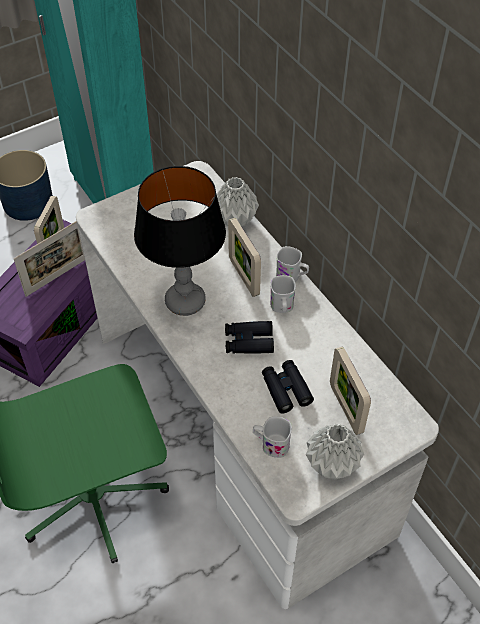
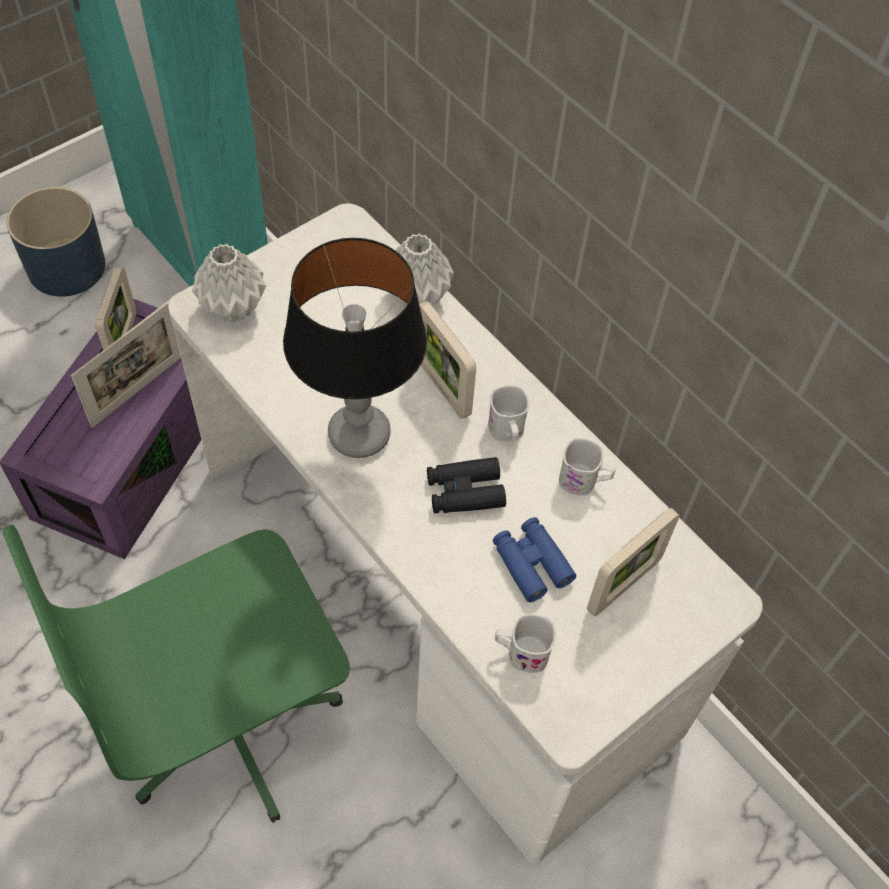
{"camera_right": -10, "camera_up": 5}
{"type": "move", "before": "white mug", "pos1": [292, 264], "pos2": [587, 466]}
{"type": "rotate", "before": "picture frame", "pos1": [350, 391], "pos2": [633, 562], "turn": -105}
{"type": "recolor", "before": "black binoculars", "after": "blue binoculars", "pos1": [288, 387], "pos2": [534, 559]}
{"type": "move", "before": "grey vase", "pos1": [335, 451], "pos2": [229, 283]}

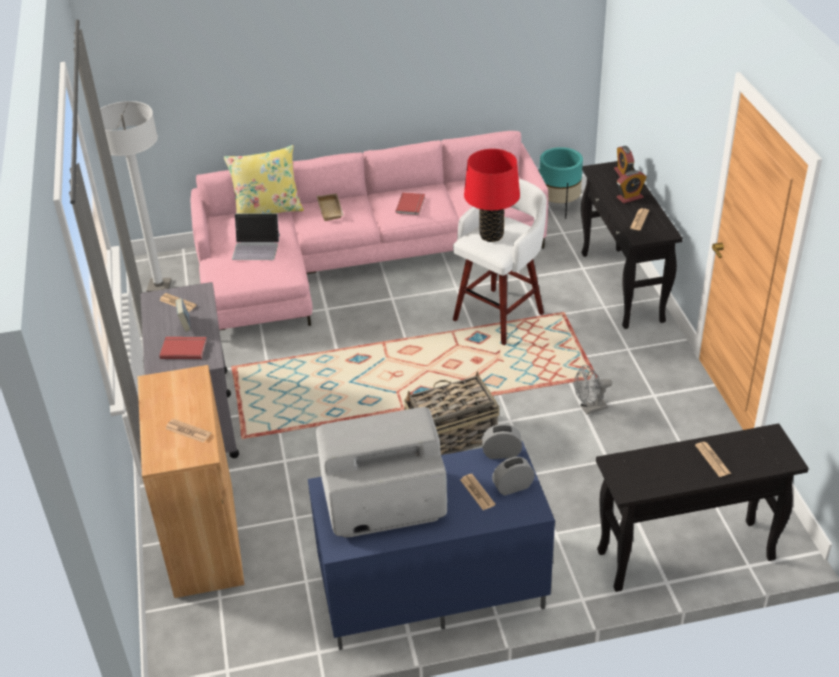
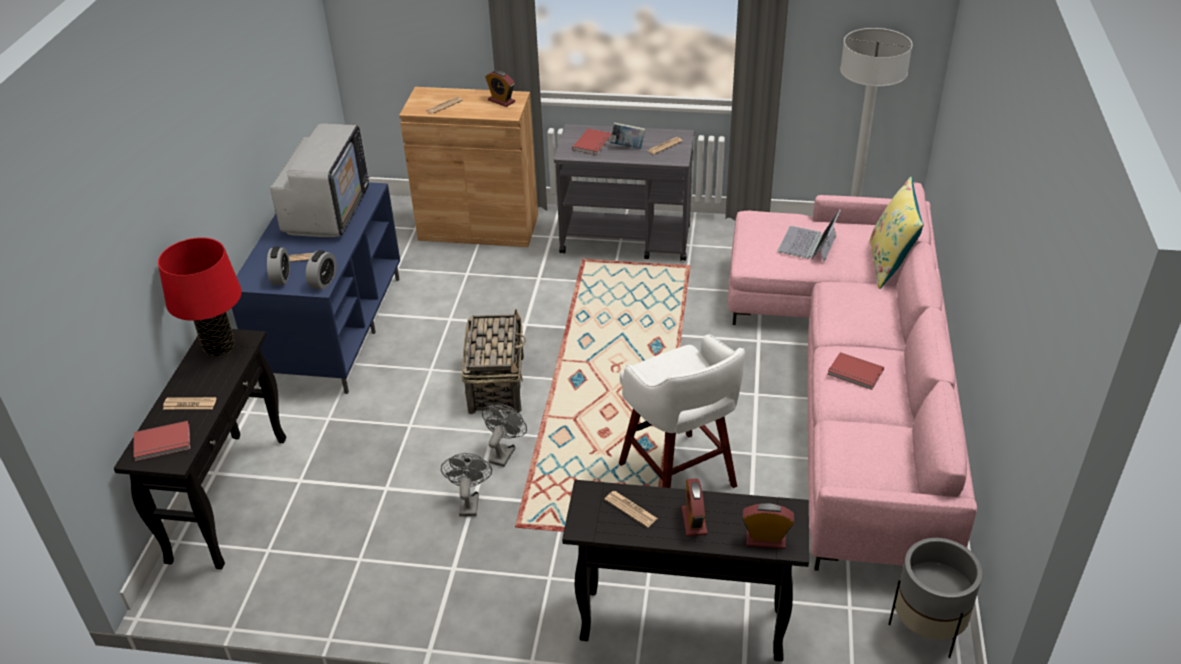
{"camera_right": 110, "camera_up": 0}
{"type": "recolor", "before": "turquoise planter", "after": "grey planter", "pos1": [561, 183], "pos2": [935, 598]}
{"type": "move", "before": "red table lamp", "pos1": [492, 195], "pos2": [200, 296]}
{"type": "delete", "before": "beige tray", "pos1": [330, 207]}
{"type": "insert", "after": "alarm clock", "pos2": [500, 88]}
{"type": "insert", "after": "grey fan", "pos2": [504, 436]}
{"type": "insert", "after": "red book", "pos2": [162, 441]}

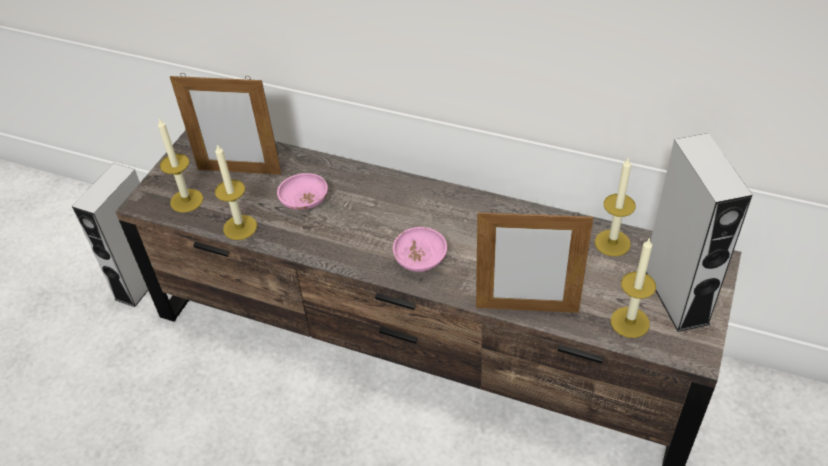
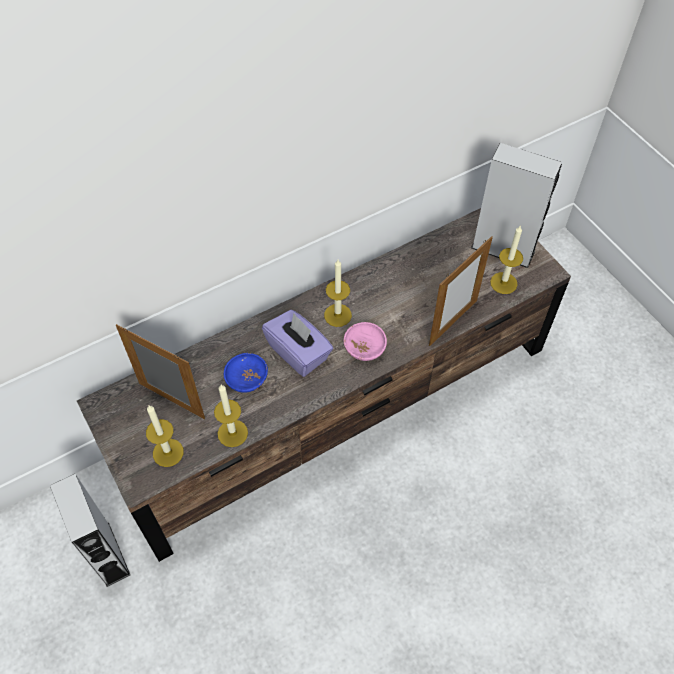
{"camera_right": -55, "camera_up": 10}
{"type": "rotate", "before": "picture frame", "pos1": [226, 124], "pos2": [160, 371], "turn": -105}
{"type": "move", "before": "candle", "pos1": [615, 206], "pos2": [338, 293]}
{"type": "recolor", "before": "pink bowl", "after": "blue bowl", "pos1": [302, 191], "pos2": [246, 373]}
{"type": "insert", "after": "purple tissue box", "pos2": [297, 343]}

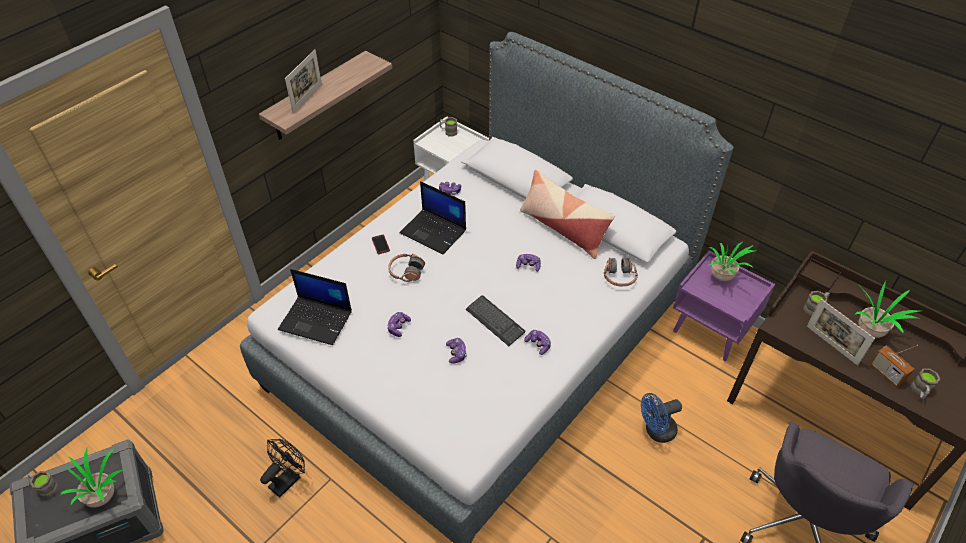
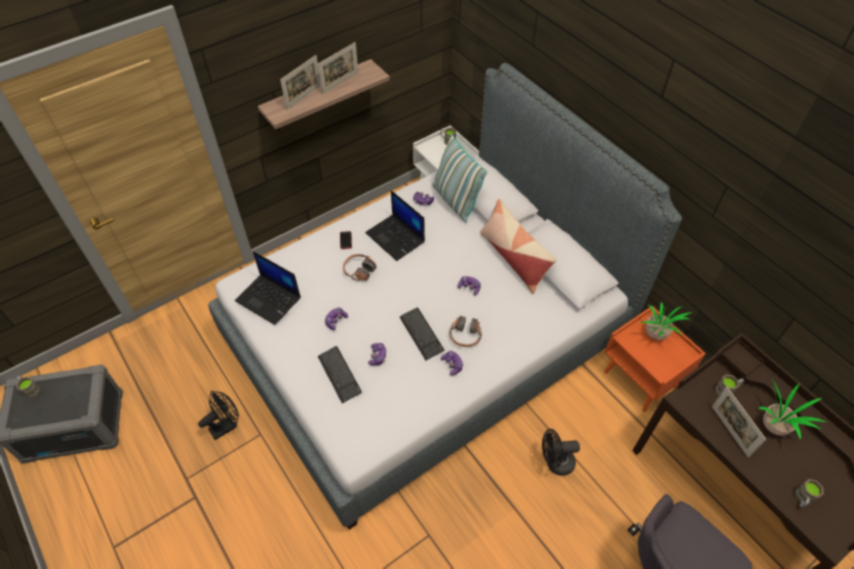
{"camera_right": 15, "camera_up": 5}
{"type": "recolor", "before": "purple nightstand", "after": "orange nightstand", "pos1": [724, 306], "pos2": [655, 359]}
{"type": "move", "before": "headphones", "pos1": [621, 271], "pos2": [465, 331]}
{"type": "delete", "before": "radio", "pos1": [894, 366]}
{"type": "recolor", "before": "blue fan", "after": "black fan", "pos1": [661, 418], "pos2": [561, 452]}
{"type": "delete", "before": "potted plant", "pos1": [91, 477]}
{"type": "insert", "after": "picture frame", "pos2": [338, 68]}
{"type": "insert", "after": "pillow", "pos2": [460, 178]}
{"type": "insert", "after": "keyboard", "pos2": [340, 375]}

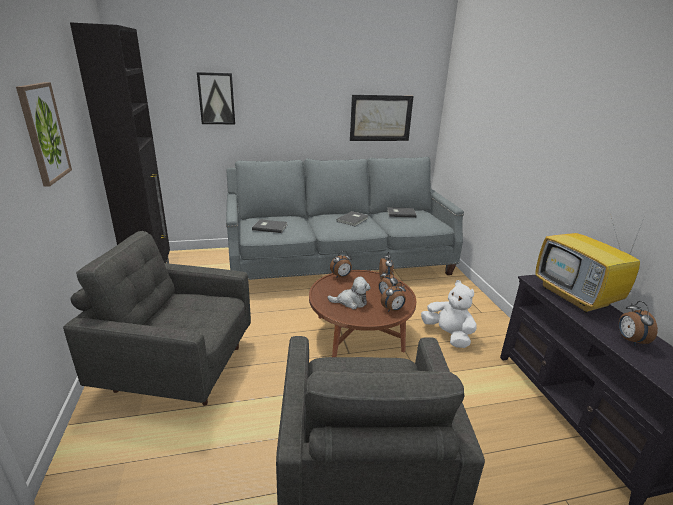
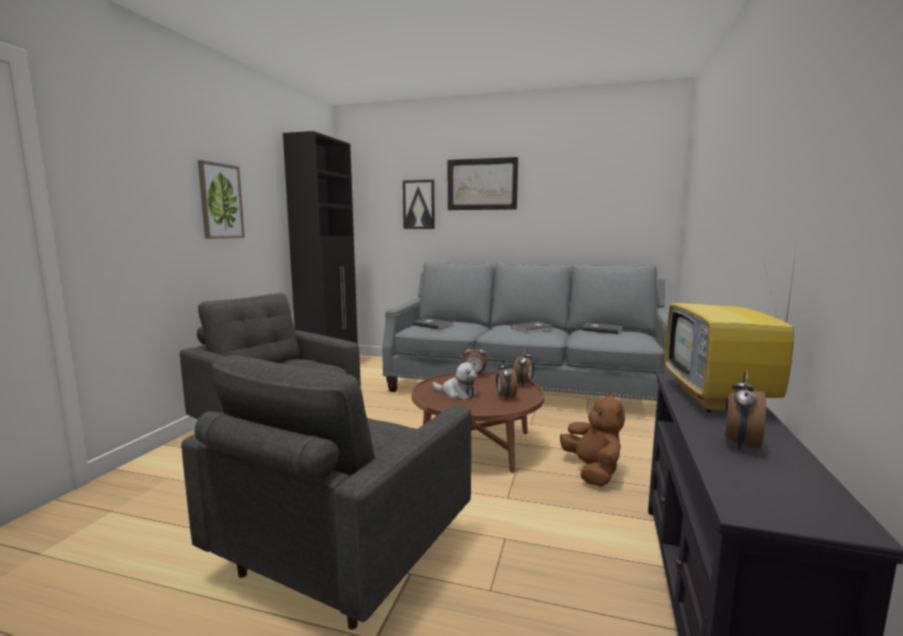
{"camera_right": 30, "camera_up": -15}
{"type": "move", "before": "picture", "pos1": [381, 118], "pos2": [483, 183]}
{"type": "recolor", "before": "white plush toy", "after": "brown plush toy", "pos1": [449, 314], "pos2": [592, 439]}
{"type": "delete", "before": "alarm clock", "pos1": [393, 297]}

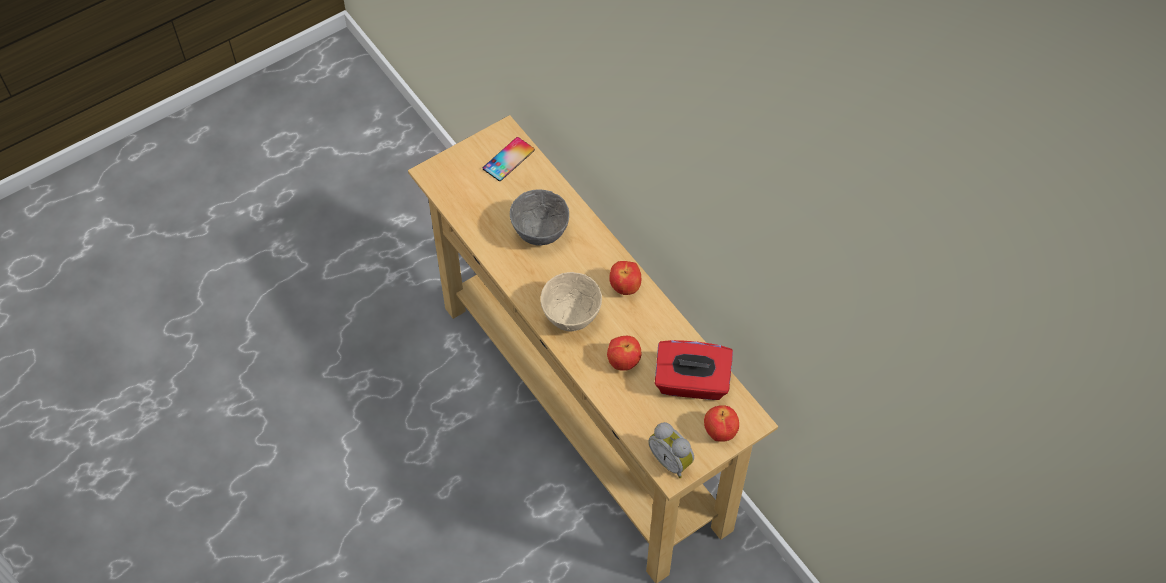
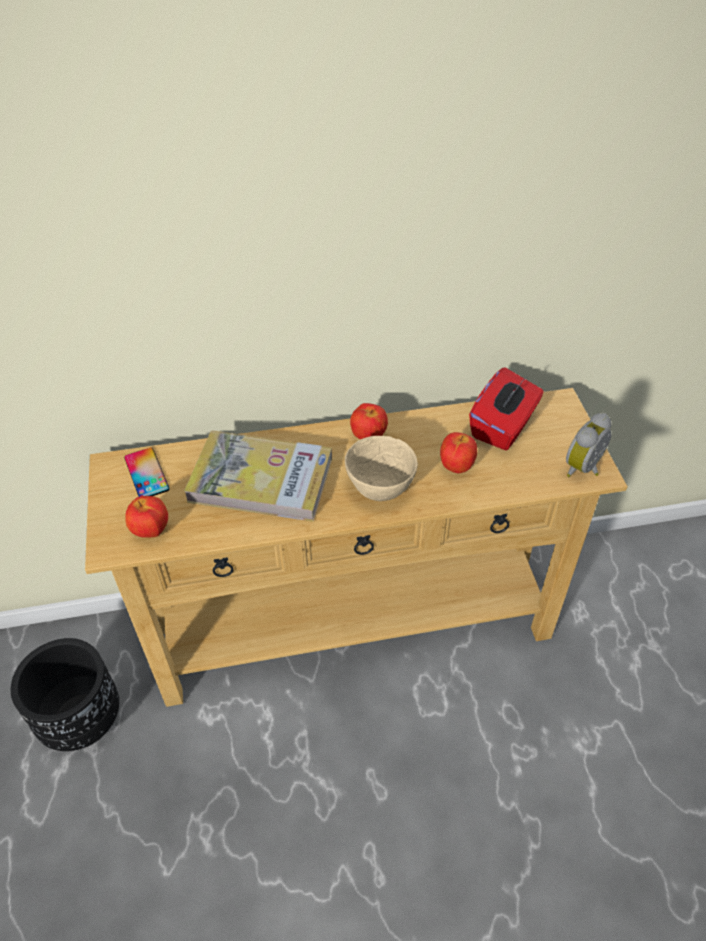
{"camera_right": -65, "camera_up": -10}
{"type": "replace", "before": "grey bowl", "after": "book", "pos1": [539, 217], "pos2": [258, 476]}
{"type": "move", "before": "apple", "pos1": [721, 423], "pos2": [146, 517]}
{"type": "rotate", "before": "alarm clock", "pos1": [671, 450], "pos2": [588, 445], "turn": 150}
{"type": "insert", "after": "black planter", "pos2": [65, 694]}

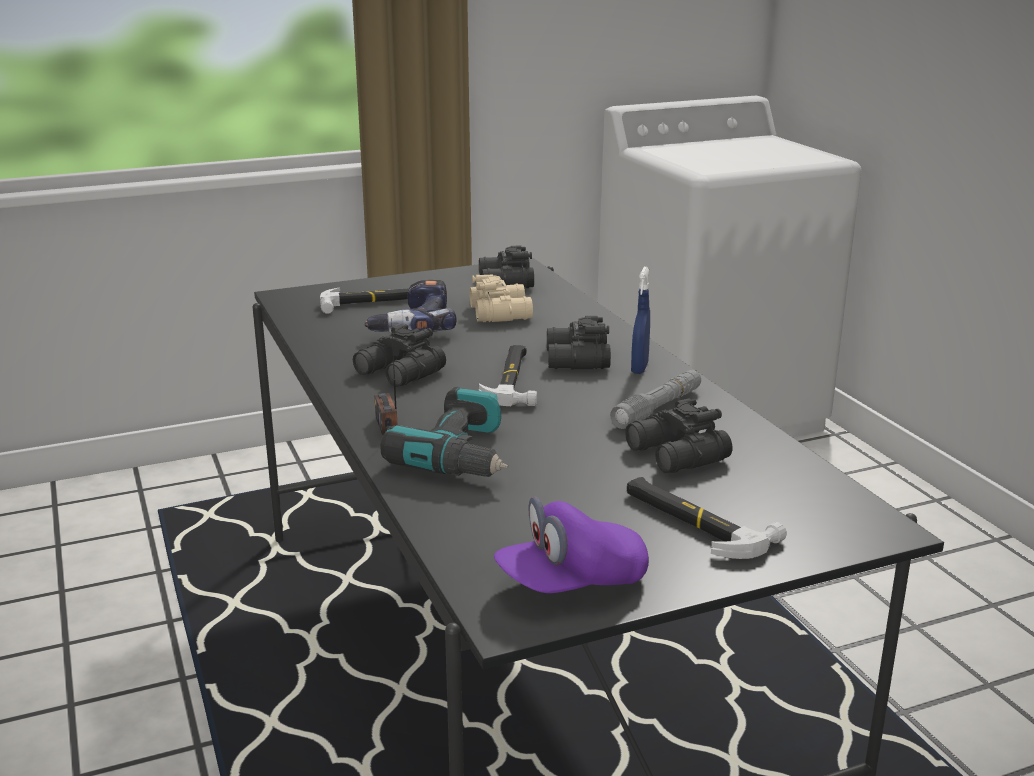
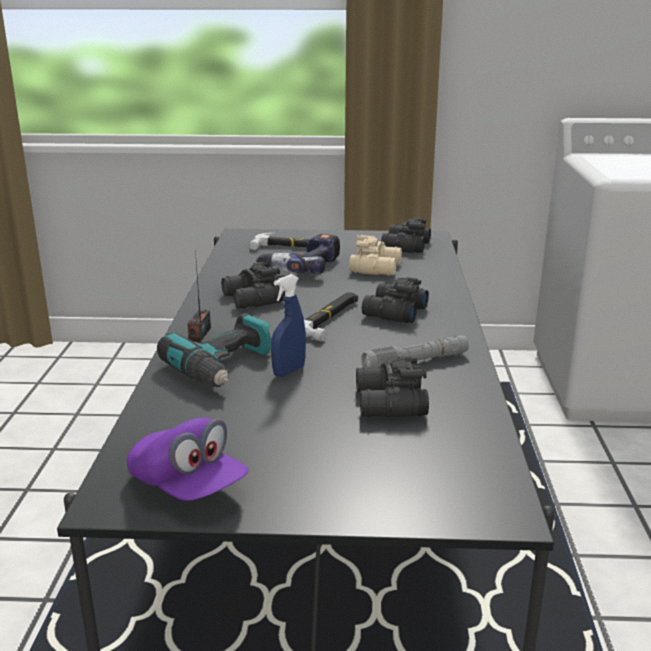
{"camera_right": 25, "camera_up": 0}
{"type": "move", "before": "blue spray bottle", "pos1": [640, 320], "pos2": [288, 325]}
{"type": "delete", "before": "hammer", "pos1": [707, 518]}
{"type": "rotate", "before": "purple cap", "pos1": [571, 545], "pos2": [187, 459], "turn": -135}

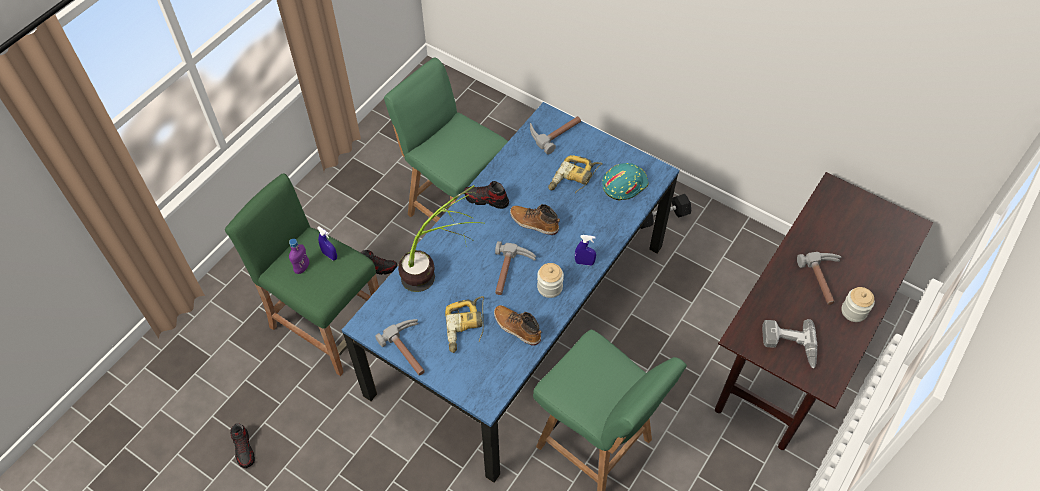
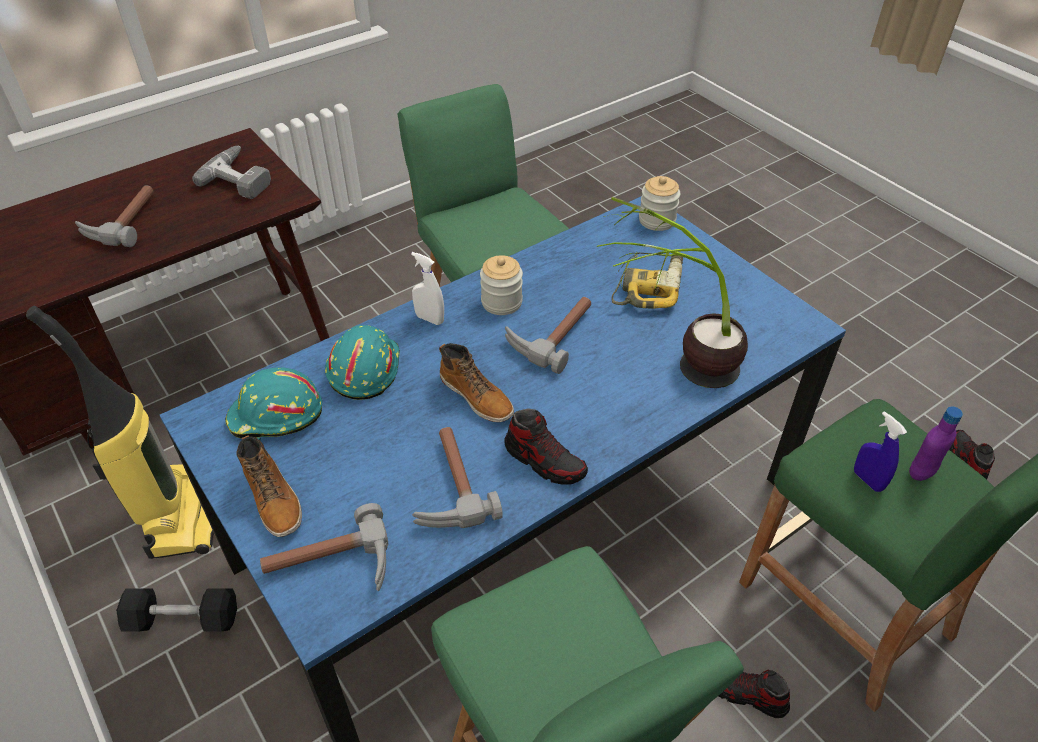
{"camera_right": -160, "camera_up": -10}
{"type": "delete", "before": "power drill", "pos1": [575, 174]}
{"type": "recolor", "before": "blue spray bottle", "after": "white spray bottle", "pos1": [585, 250], "pos2": [427, 288]}
{"type": "move", "before": "jar", "pos1": [858, 304], "pos2": [660, 203]}
{"type": "move", "before": "boot", "pos1": [517, 325], "pos2": [269, 486]}
{"type": "move", "before": "hammer", "pos1": [400, 347], "pos2": [457, 477]}
{"type": "insert", "after": "vacuum cleaner", "pos2": [120, 432]}
{"type": "insert", "after": "turquoise hard hat", "pos2": [362, 362]}

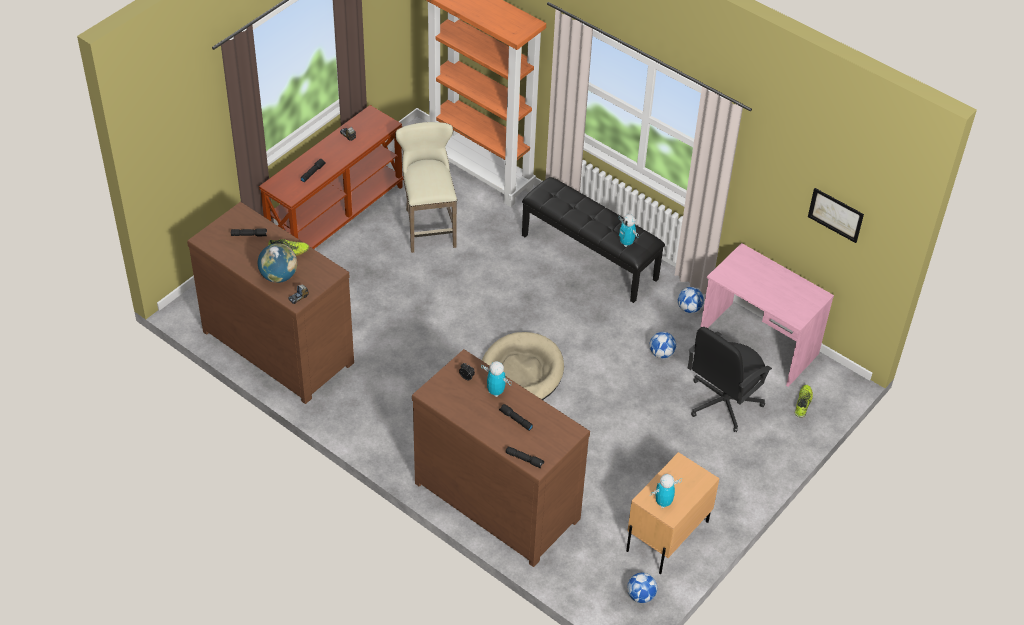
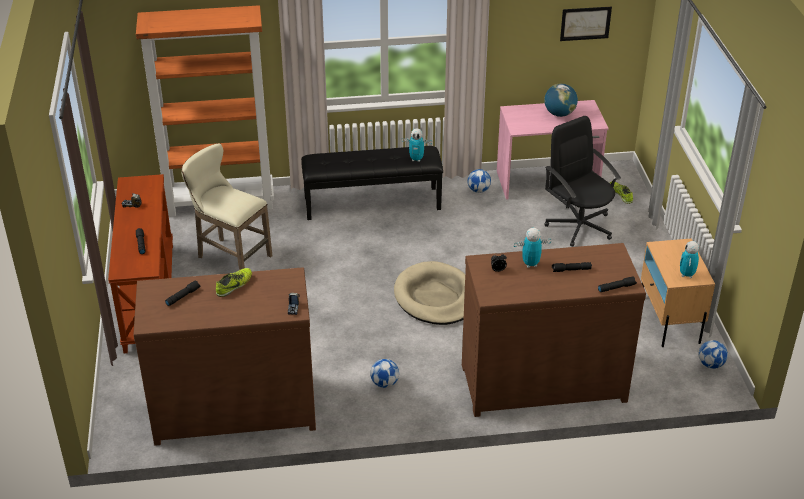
{"camera_right": -45, "camera_up": -10}
{"type": "move", "before": "globe", "pos1": [277, 263], "pos2": [561, 100]}
{"type": "rotate", "before": "black office chair", "pos1": [730, 379], "pos2": [582, 181], "turn": 150}
{"type": "move", "before": "football", "pos1": [662, 345], "pos2": [384, 373]}

